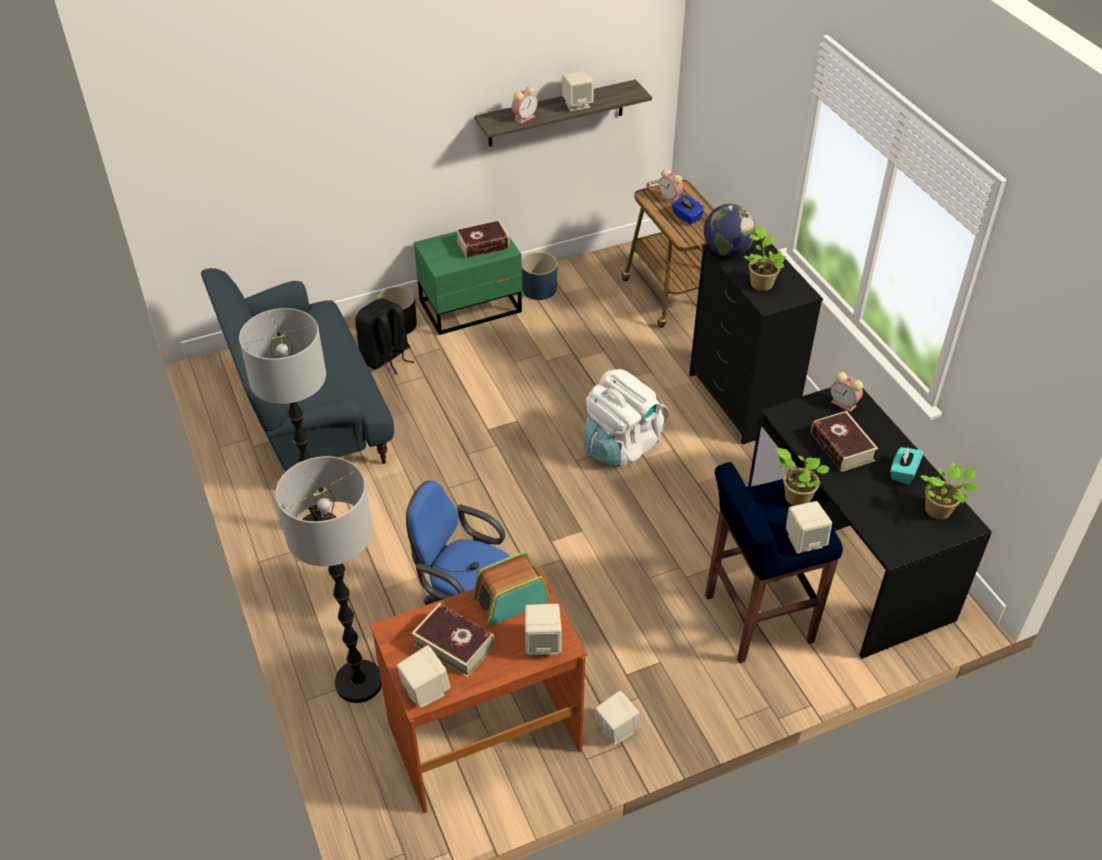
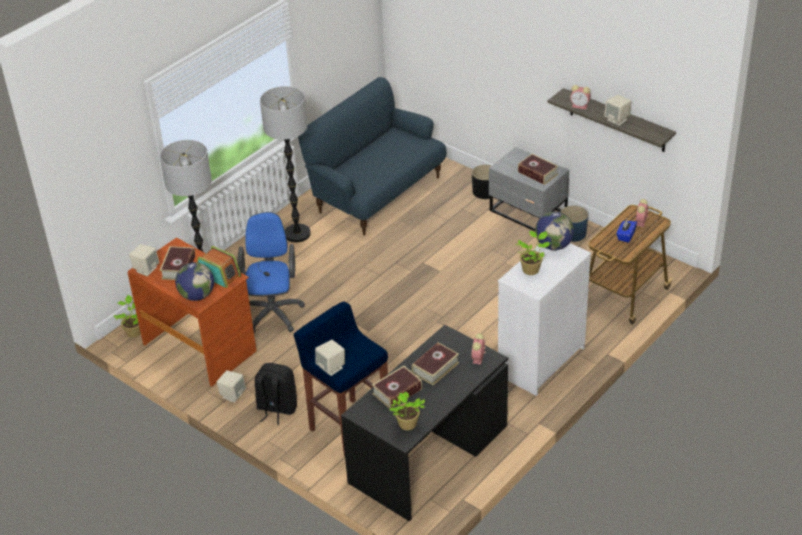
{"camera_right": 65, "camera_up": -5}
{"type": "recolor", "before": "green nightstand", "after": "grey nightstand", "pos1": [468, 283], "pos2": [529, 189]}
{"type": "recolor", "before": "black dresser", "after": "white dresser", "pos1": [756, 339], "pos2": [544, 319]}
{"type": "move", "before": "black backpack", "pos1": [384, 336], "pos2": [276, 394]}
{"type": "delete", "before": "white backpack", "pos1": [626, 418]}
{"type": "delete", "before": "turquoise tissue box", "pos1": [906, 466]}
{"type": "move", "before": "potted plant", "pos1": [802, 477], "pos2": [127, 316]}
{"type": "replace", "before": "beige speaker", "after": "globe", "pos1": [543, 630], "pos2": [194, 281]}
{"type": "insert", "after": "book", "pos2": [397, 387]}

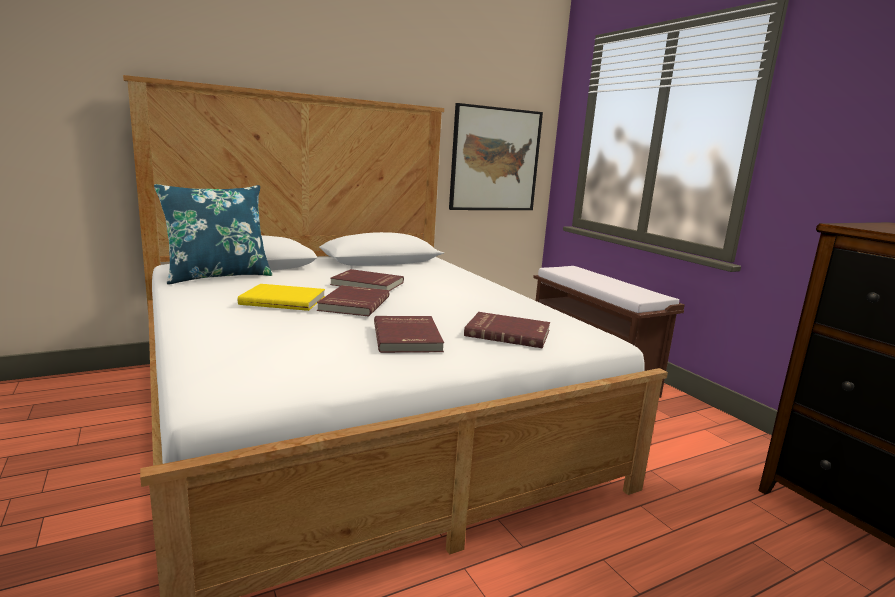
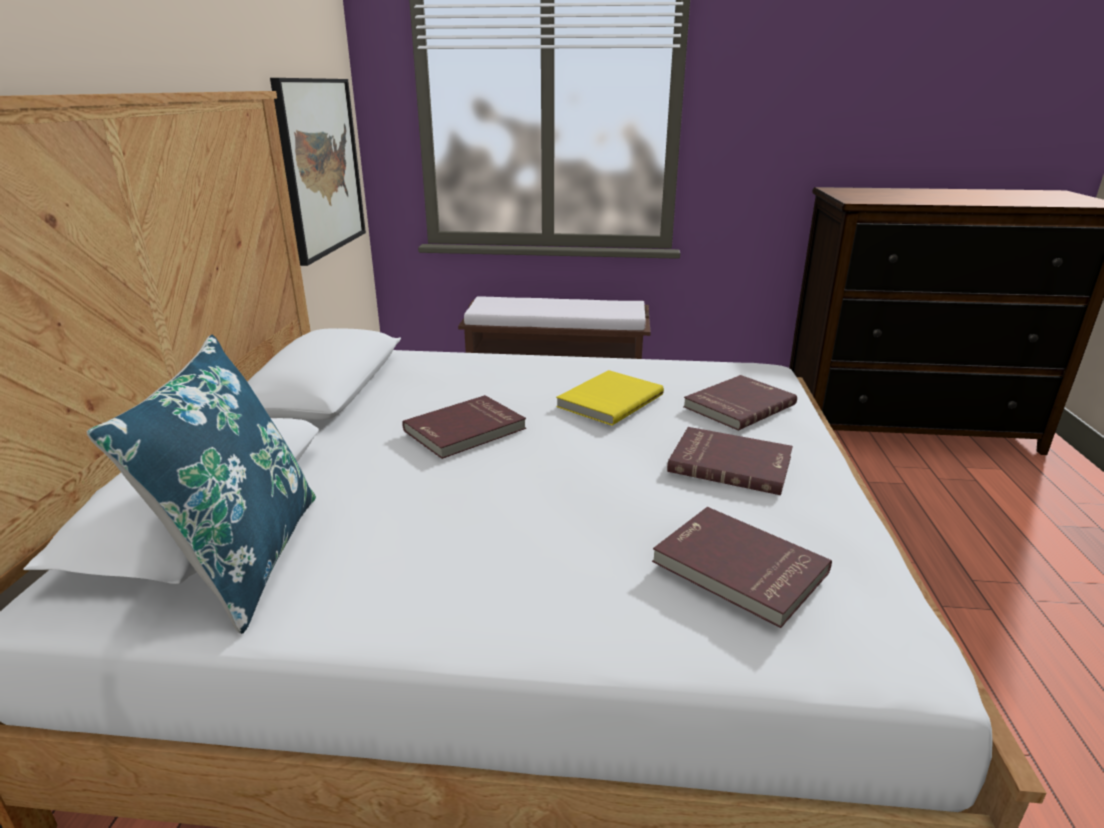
{"camera_right": -55, "camera_up": 10}
{"type": "move", "before": "yellow book", "pos1": [281, 297], "pos2": [610, 398]}
{"type": "move", "before": "red book", "pos1": [353, 300], "pos2": [742, 567]}

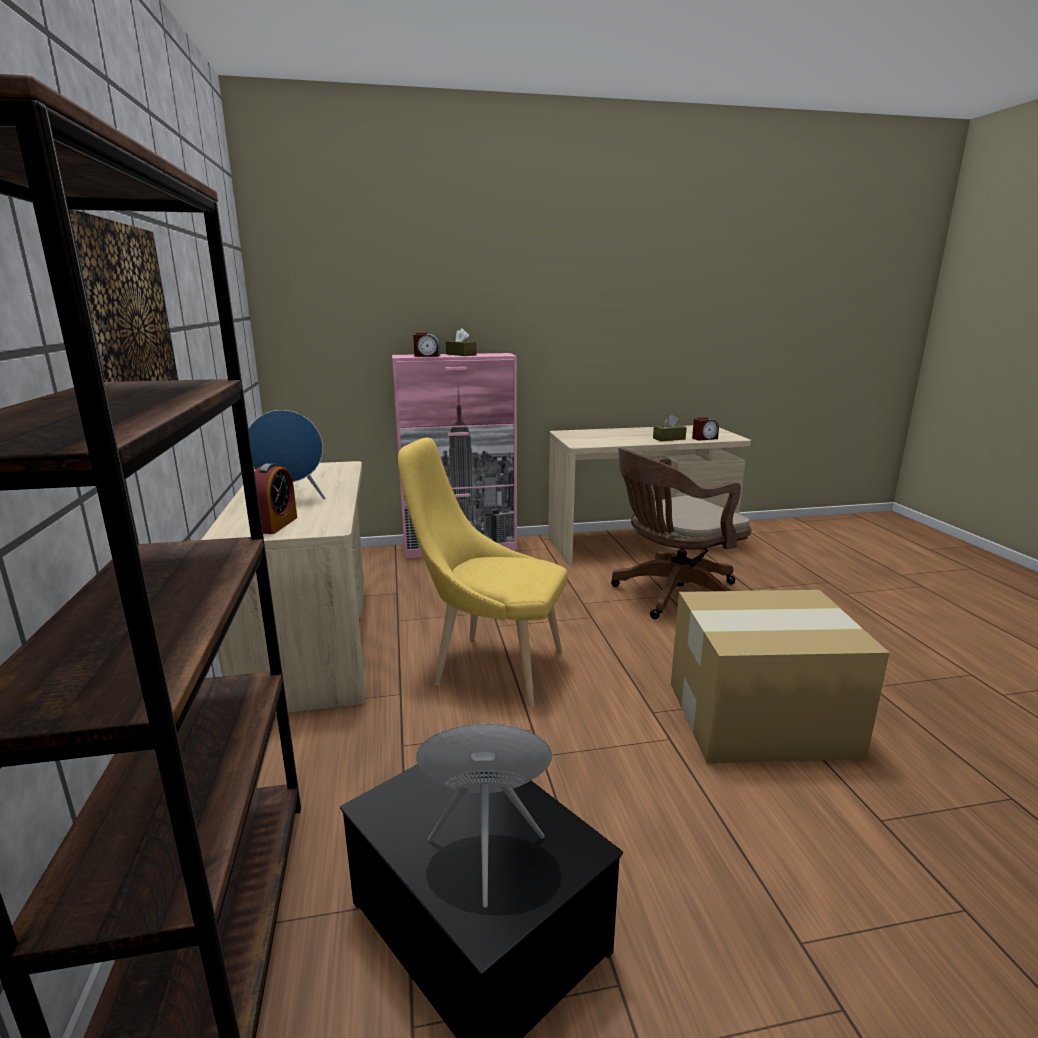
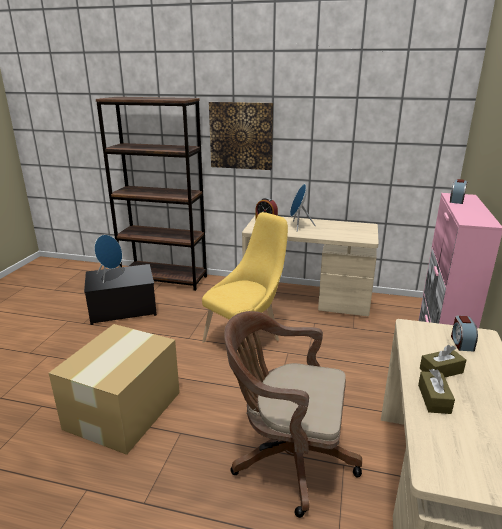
{"camera_right": 115, "camera_up": 5}
{"type": "move", "before": "brown tissue box", "pos1": [461, 342], "pos2": [443, 361]}
{"type": "move", "before": "alarm clock", "pos1": [705, 429], "pos2": [464, 333]}
{"type": "rotate", "before": "brown office chair", "pos1": [681, 533], "pos2": [293, 414], "turn": -75}

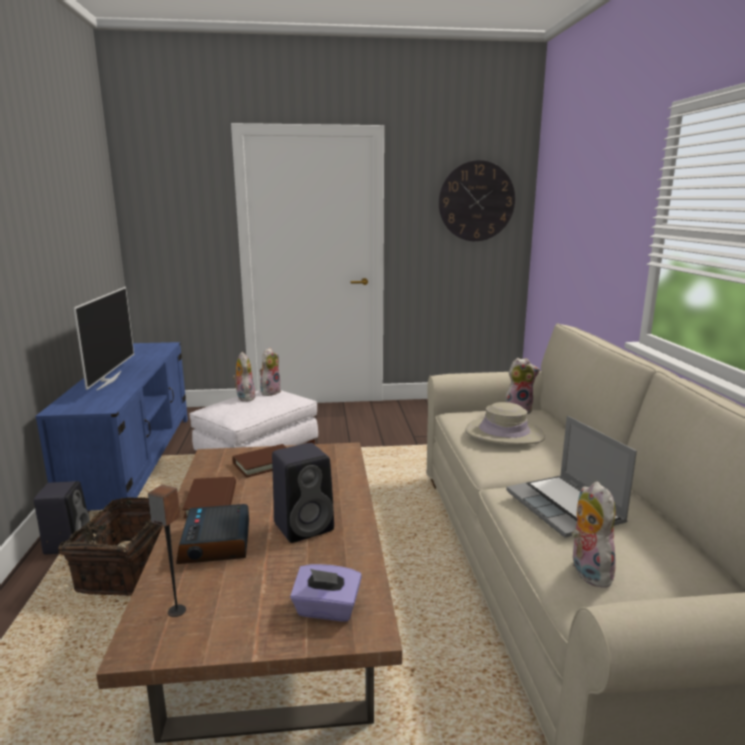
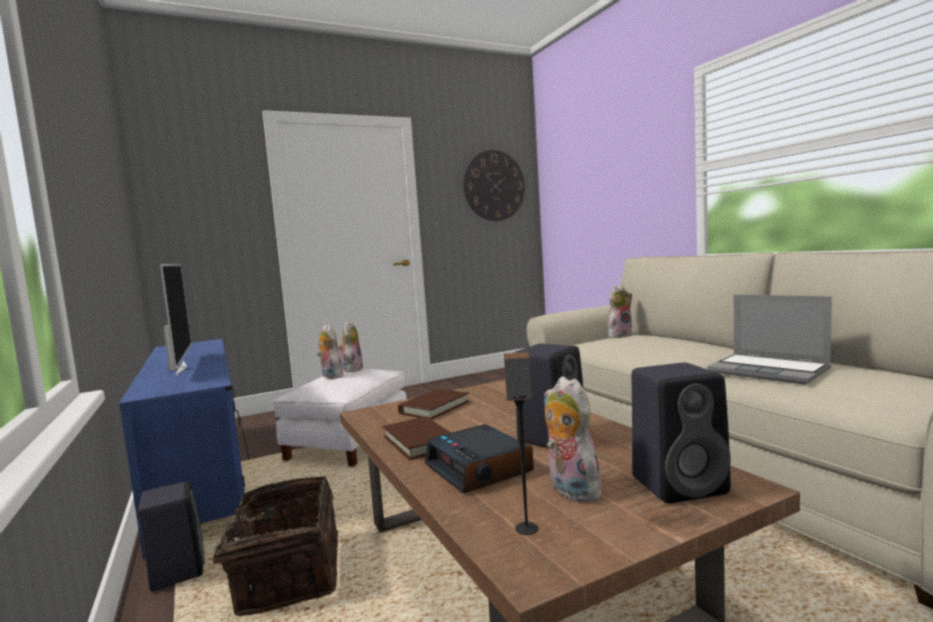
{"camera_right": -20, "camera_up": -10}
{"type": "delete", "before": "beige hat", "pos1": [505, 423]}
{"type": "move", "before": "plush toy", "pos1": [594, 534], "pos2": [572, 439]}
{"type": "replace", "before": "purple tissue box", "after": "black speaker", "pos1": [326, 593], "pos2": [681, 432]}

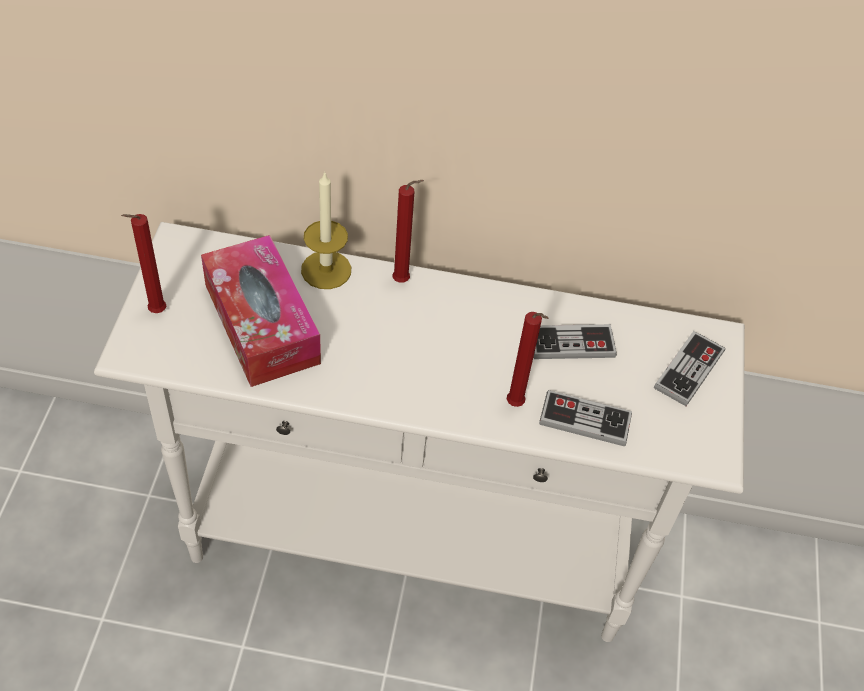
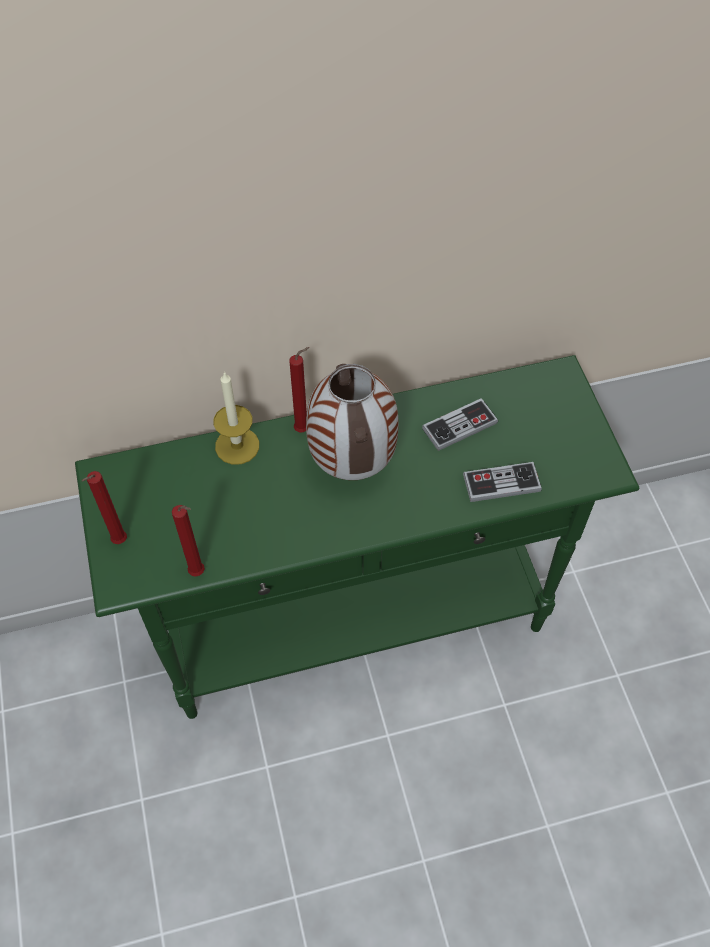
{"camera_right": -20, "camera_up": 5}
{"type": "recolor", "before": "white console table", "after": "green console table", "pos1": [419, 432], "pos2": [357, 537]}
{"type": "delete", "before": "tissue box", "pos1": [261, 311]}
{"type": "move", "before": "red candle", "pos1": [528, 359], "pos2": [188, 541]}
{"type": "delete", "before": "game controller", "pos1": [689, 368]}
{"type": "insert", "after": "vase", "pos2": [352, 422]}

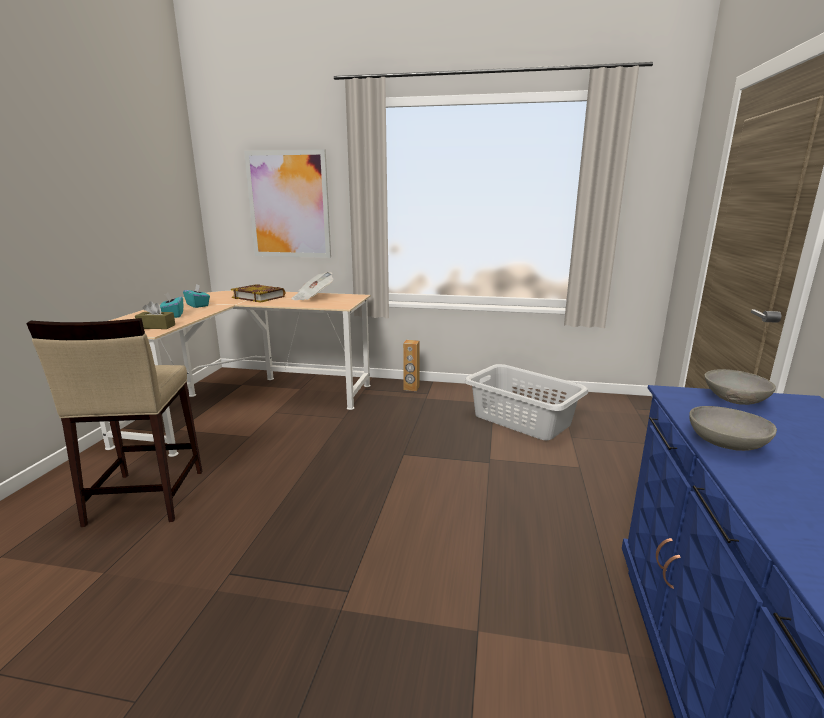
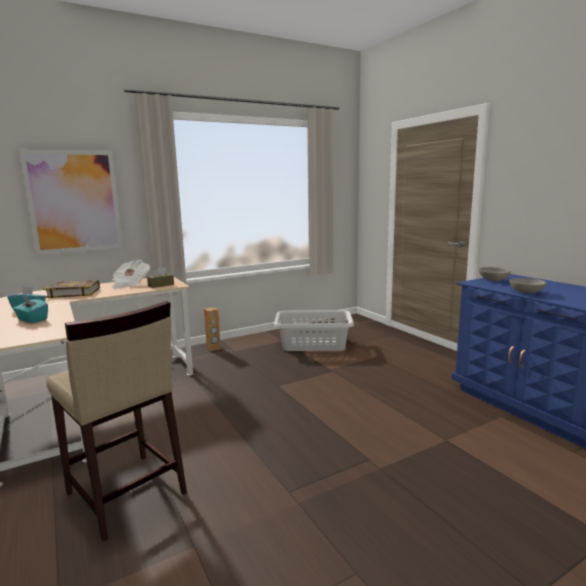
{"camera_right": -40, "camera_up": -5}
{"type": "move", "before": "brown tissue box", "pos1": [155, 315], "pos2": [160, 277]}

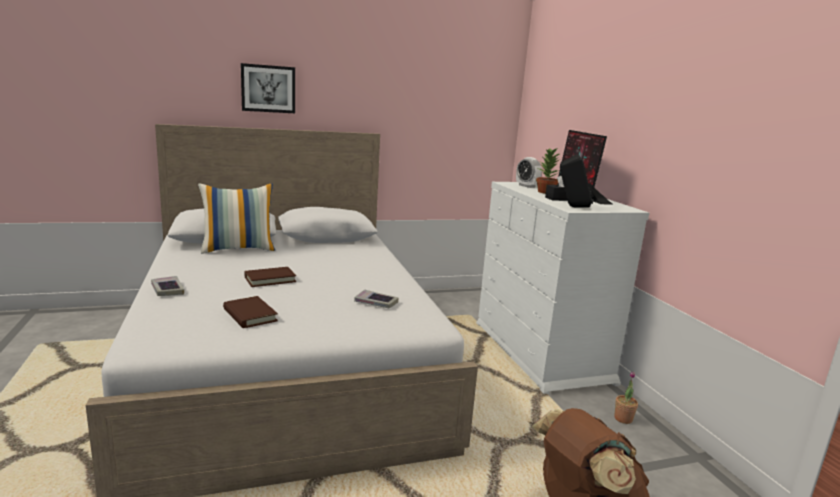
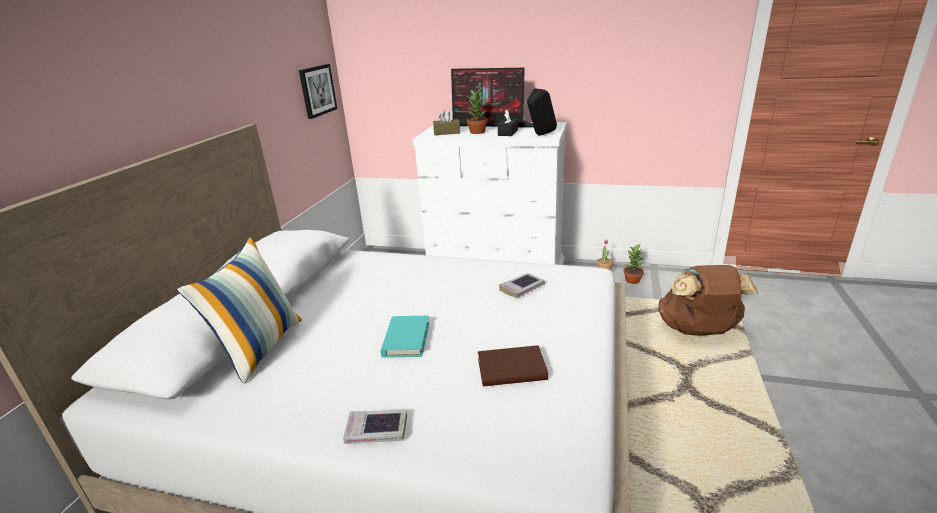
{"camera_right": -55, "camera_up": 10}
{"type": "move", "before": "picture", "pos1": [268, 88], "pos2": [318, 91]}
{"type": "replace", "before": "alarm clock", "after": "brown tissue box", "pos1": [529, 172], "pos2": [446, 122]}
{"type": "recolor", "before": "brown book", "after": "turquoise book", "pos1": [270, 277], "pos2": [404, 336]}
{"type": "insert", "after": "potted plant", "pos2": [634, 263]}

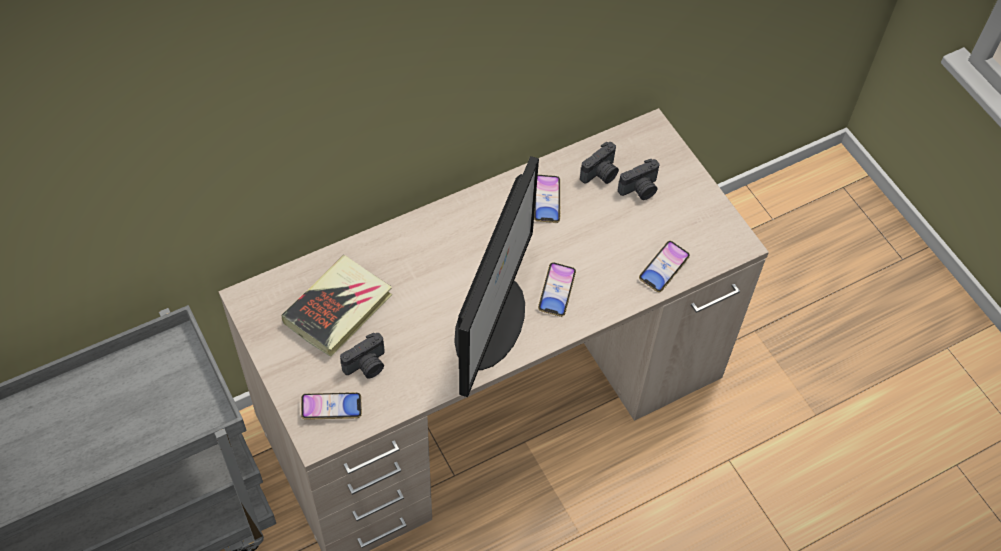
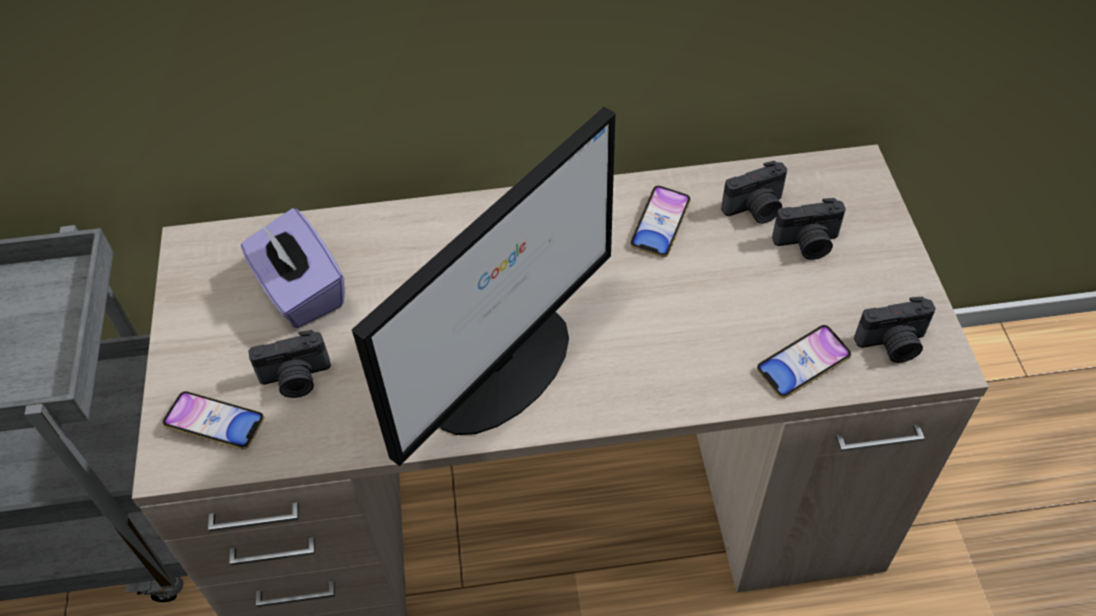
{"camera_right": 25, "camera_up": -5}
{"type": "replace", "before": "book", "after": "purple tissue box", "pos1": [336, 306], "pos2": [293, 268]}
{"type": "delete", "before": "phone", "pos1": [557, 289]}
{"type": "insert", "after": "photo camera", "pos2": [895, 330]}

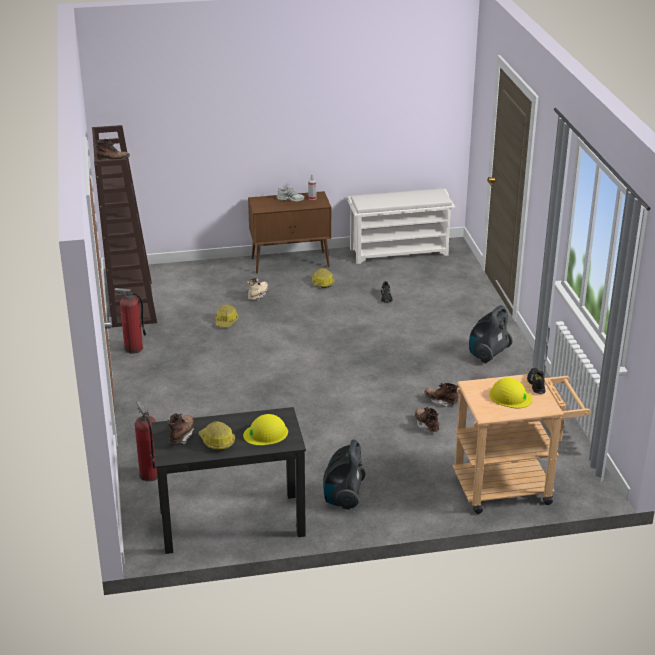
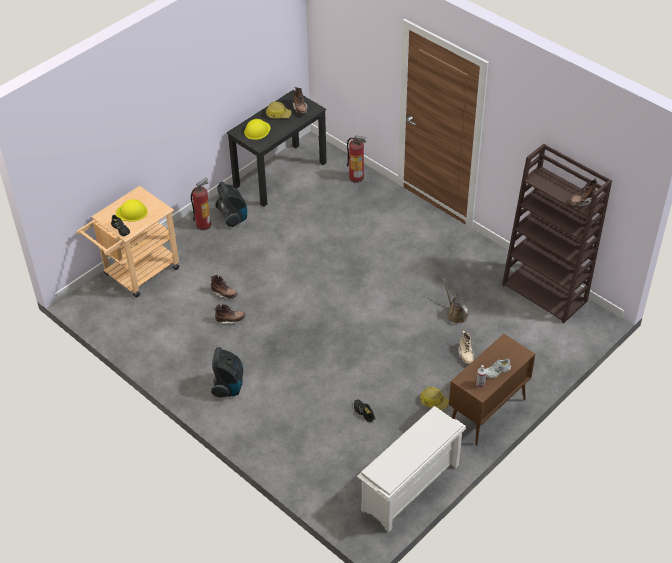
{"camera_right": 145, "camera_up": 15}
{"type": "move", "before": "fire extinguisher", "pos1": [130, 321], "pos2": [201, 204]}
{"type": "replace", "before": "hard hat", "after": "brown watering can", "pos1": [227, 315], "pos2": [456, 301]}

